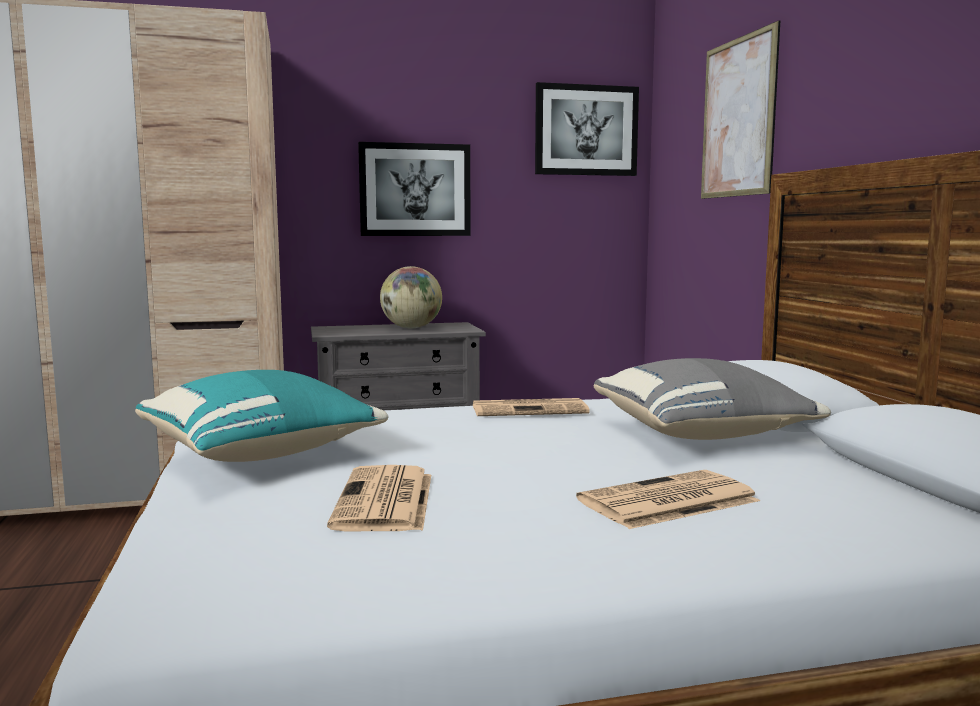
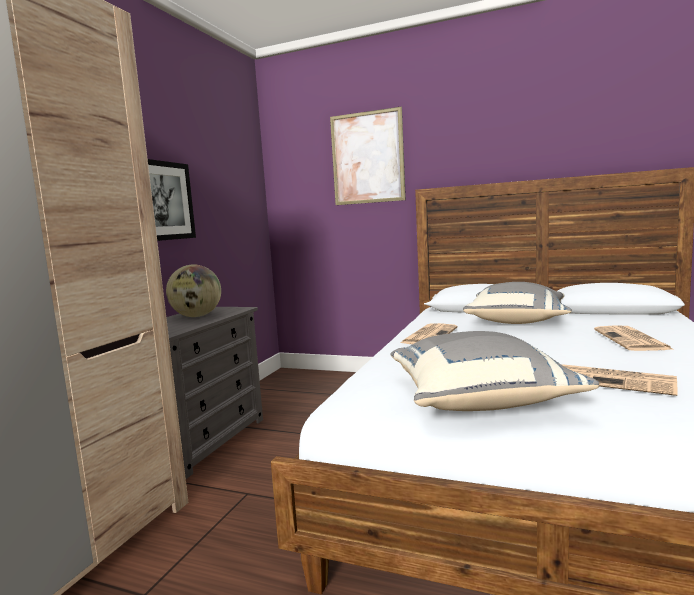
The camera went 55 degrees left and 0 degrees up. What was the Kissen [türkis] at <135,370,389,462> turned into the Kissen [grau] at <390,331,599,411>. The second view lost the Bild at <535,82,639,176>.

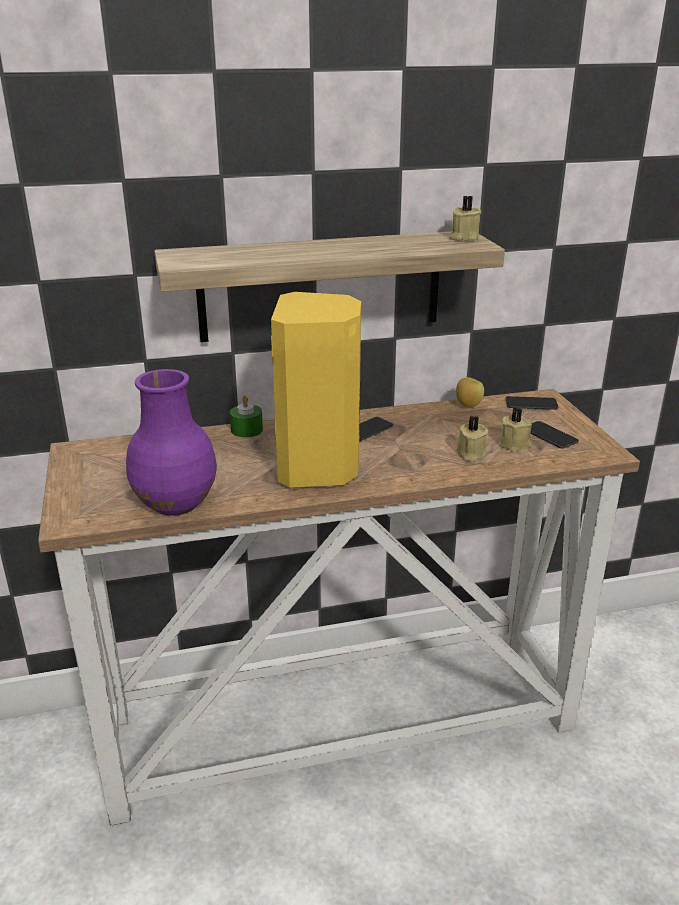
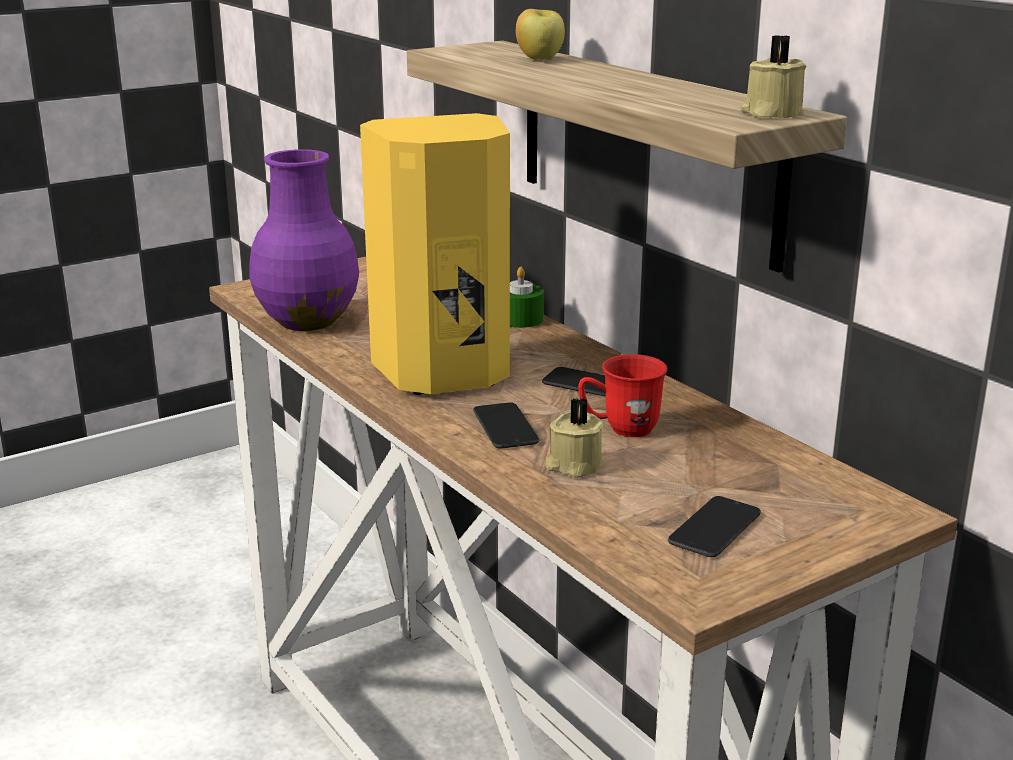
The camera went 70 degrees right and 5 degrees down. The Handy ended up elsewhere, having gone from <505,396,558,410> to <473,402,539,449>. The Apfel ended up elsewhere, having gone from <456,377,484,407> to <516,9,565,59>. The second view gained the Henkelbecher [rot] at <578,354,668,437>. The second view lost the Kerze [beige] at <499,408,532,452>.

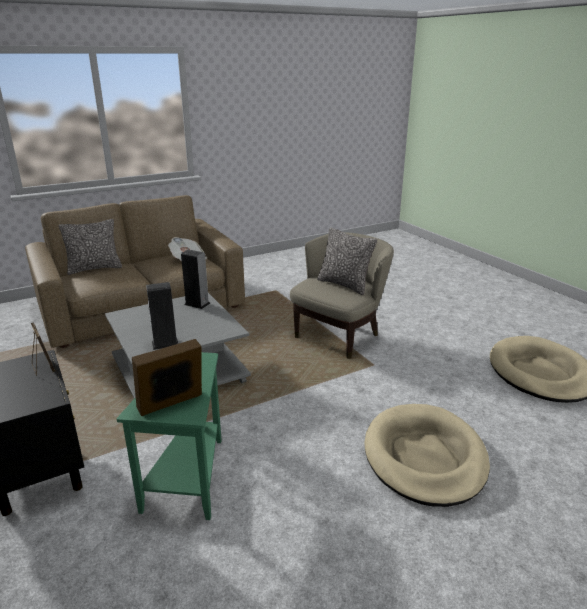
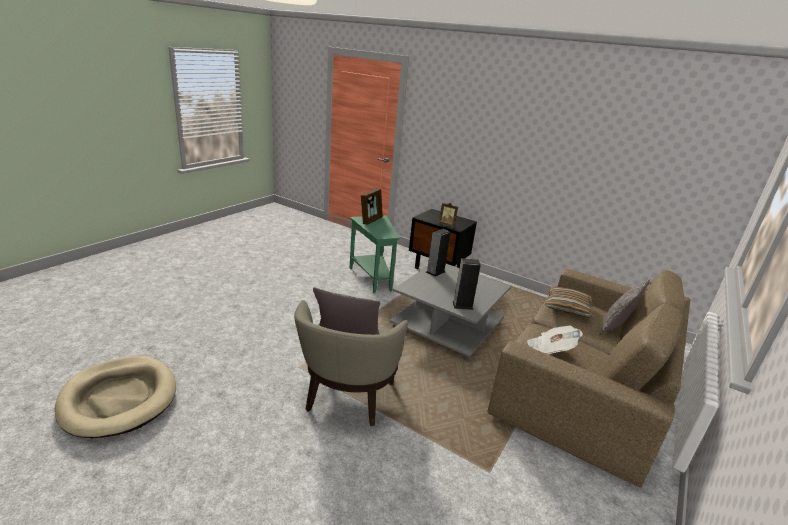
The camera went 150 degrees right and 0 degrees up. The second view gained the Kissen at <545,286,593,318>. The second view lost the Hundebett [beige] at <364,404,490,507>.

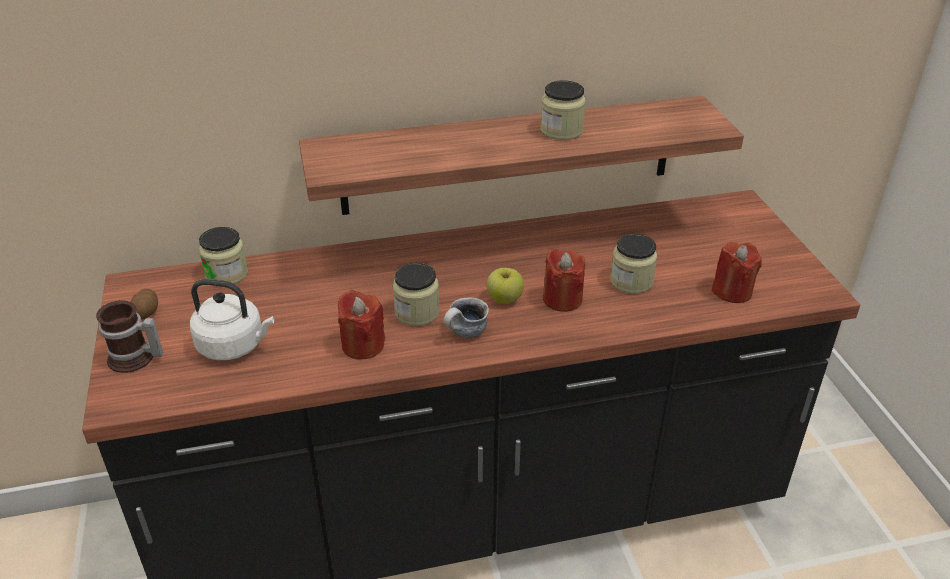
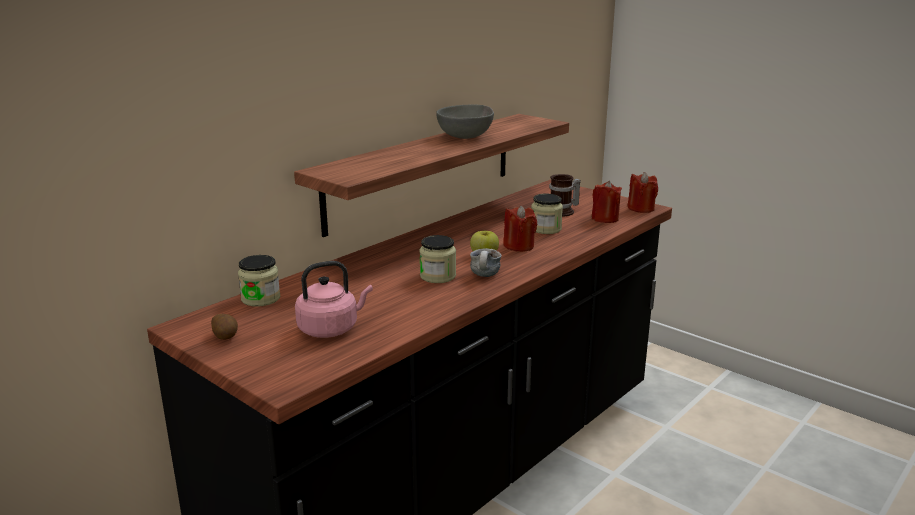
The camera went 35 degrees left and 15 degrees down. What was the Wasserkessel [weiß] at <190,279,274,360> turned into the Wasserkessel [rosa] at <295,261,373,338>. Where the Vorratsglas stood at <541,80,586,140>, the Schüssel [grau] came to stand at <436,105,494,139>. The Henkelbecher ended up elsewhere, having gone from <96,300,163,373> to <549,174,581,217>. The Kerze [rot] ended up elsewhere, having gone from <338,290,385,360> to <628,172,658,213>.

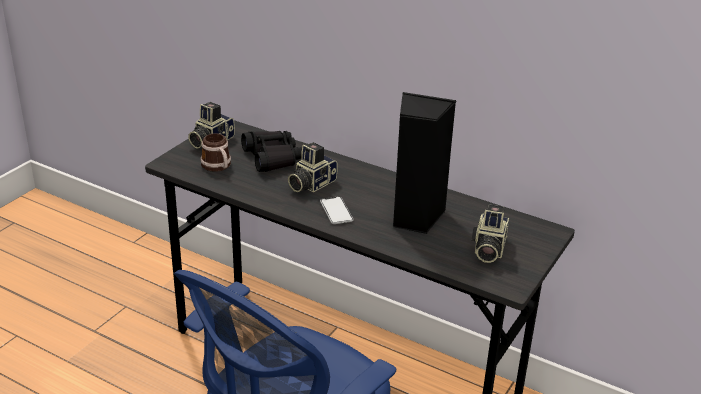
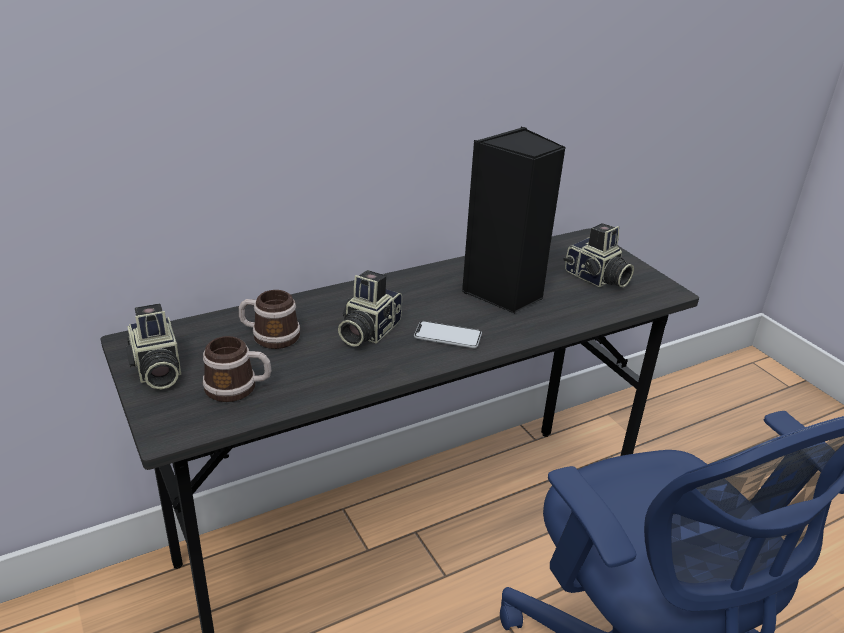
The camera went 60 degrees left and 0 degrees up. Where the Fernglas [schwarz] stood at <241,131,302,172>, the Henkelbecher came to stand at <239,290,300,349>. The Kamera at <288,142,337,193> ended up facing another way, 45 degrees clockwise from before.

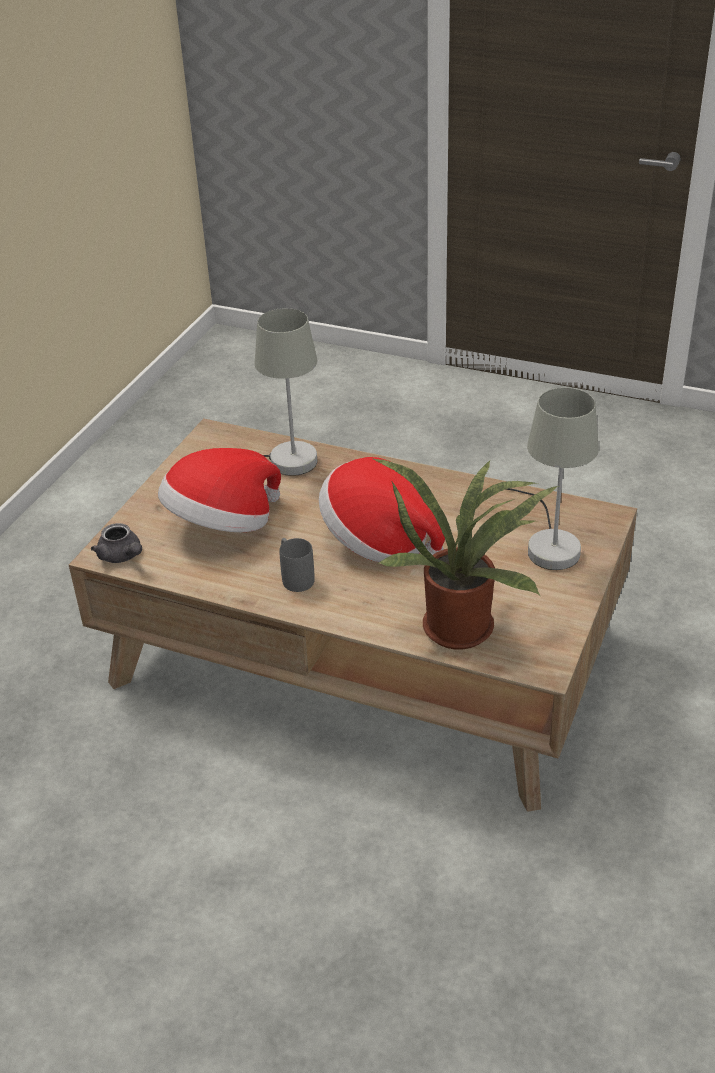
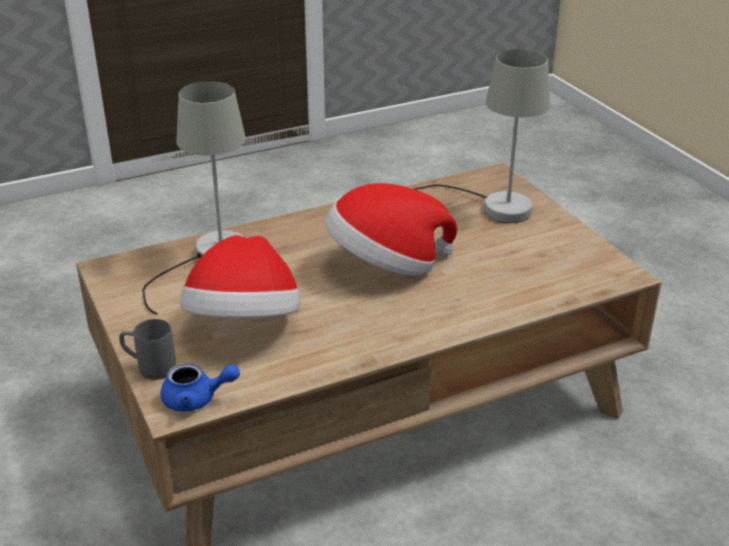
The camera went 50 degrees left and 5 degrees down. The Henkelbecher [grau] ended up elsewhere, having gone from <279,538,315,592> to <119,319,176,380>. What was the Teekanne [grau] at <91,523,142,563> turned into the Teekanne [blau] at <161,363,240,412>. The second view lost the Topfpflanze at <374,459,559,649>.

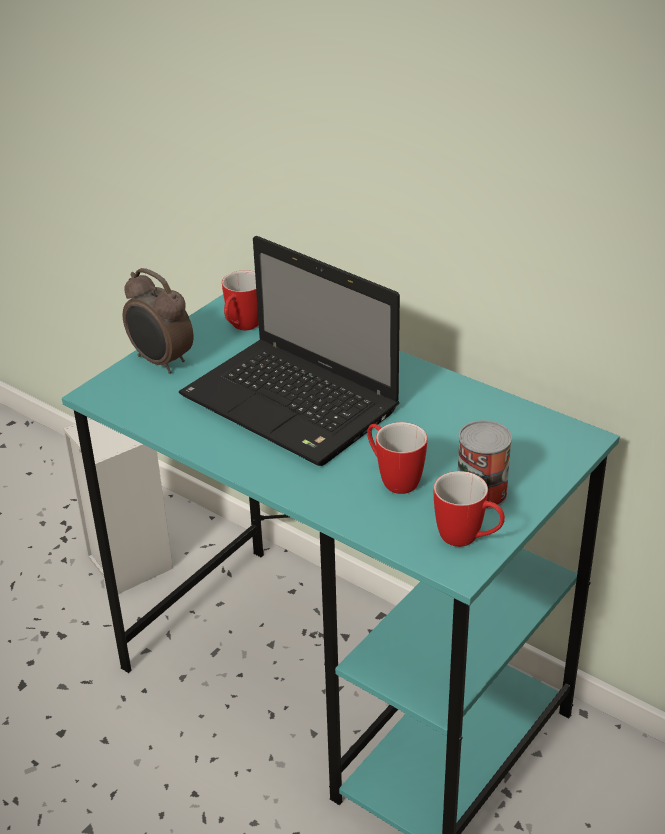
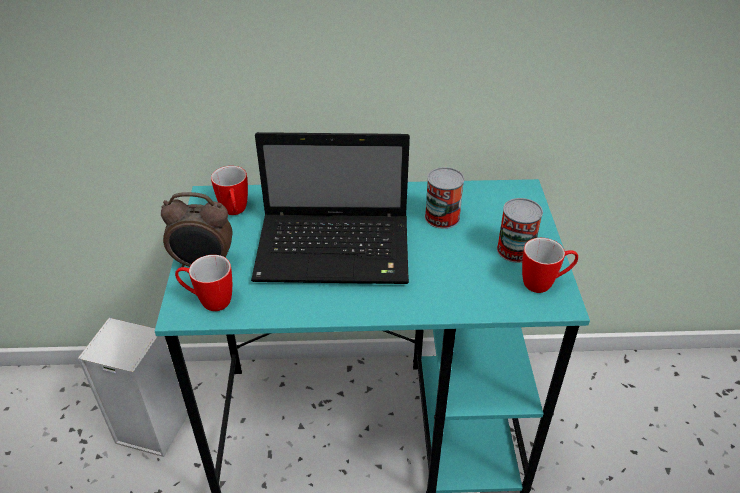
The camera went 40 degrees left and 5 degrees up. The Henkelbecher ended up elsewhere, having gone from <367,422,427,494> to <175,255,232,311>. The second view gained the Dose at <425,167,464,229>.

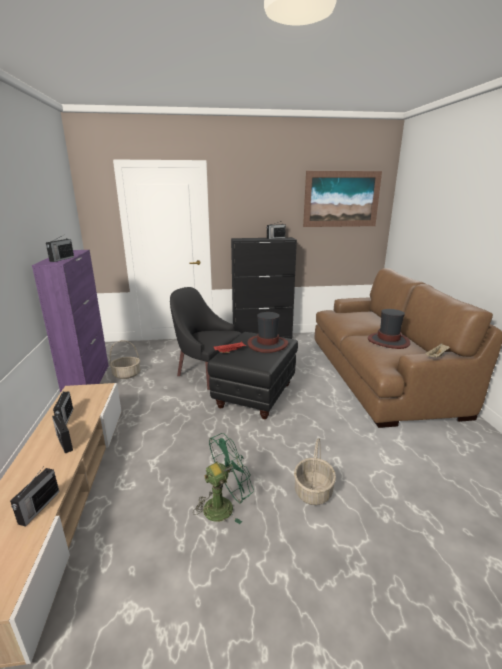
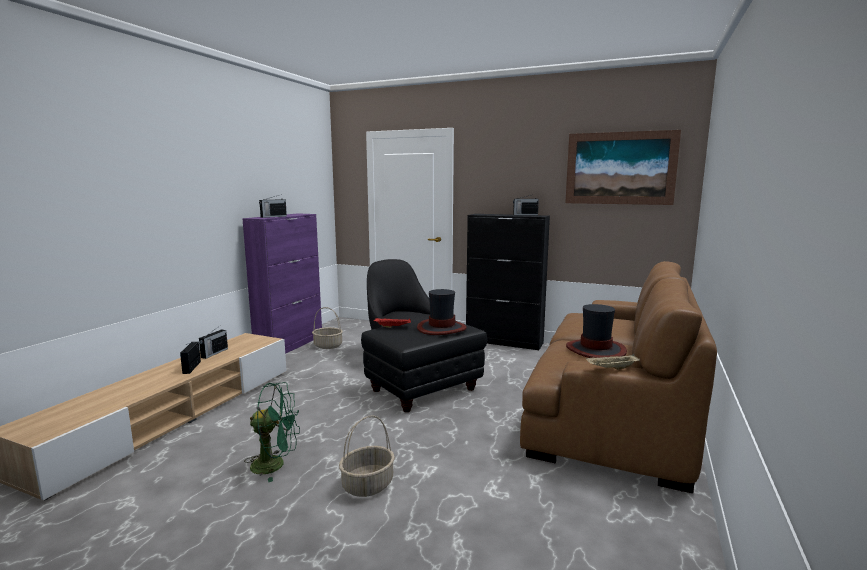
The camera went 30 degrees right and 10 degrees down. The second view lost the Radio at <10,468,59,527>.

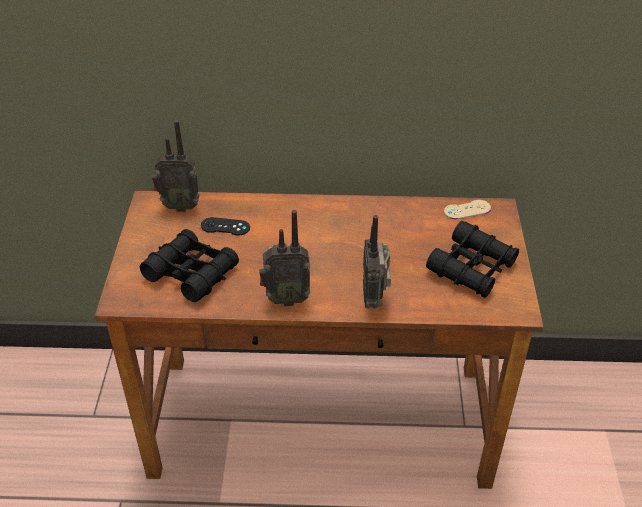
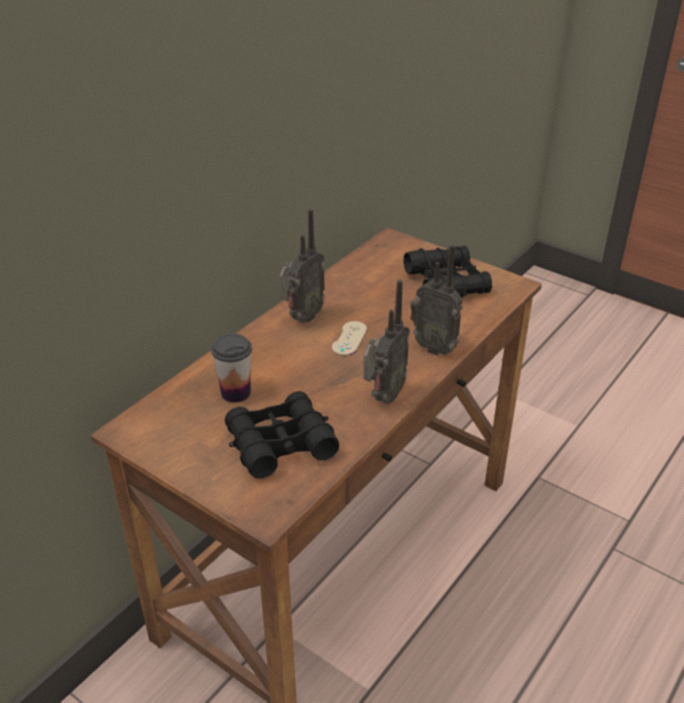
The camera went 55 degrees left and 5 degrees down. Where the Gamepad [schwarz] stood at <201,217,250,236>, the Tasse came to stand at <211,333,252,403>. The Radio ended up elsewhere, having gone from <152,120,200,212> to <279,208,325,323>. The Gamepad [beige] ended up elsewhere, having gone from <444,200,491,219> to <332,321,367,356>.

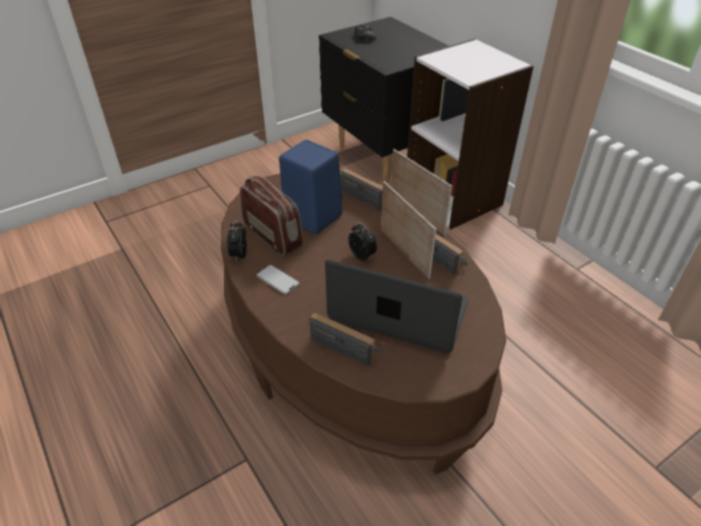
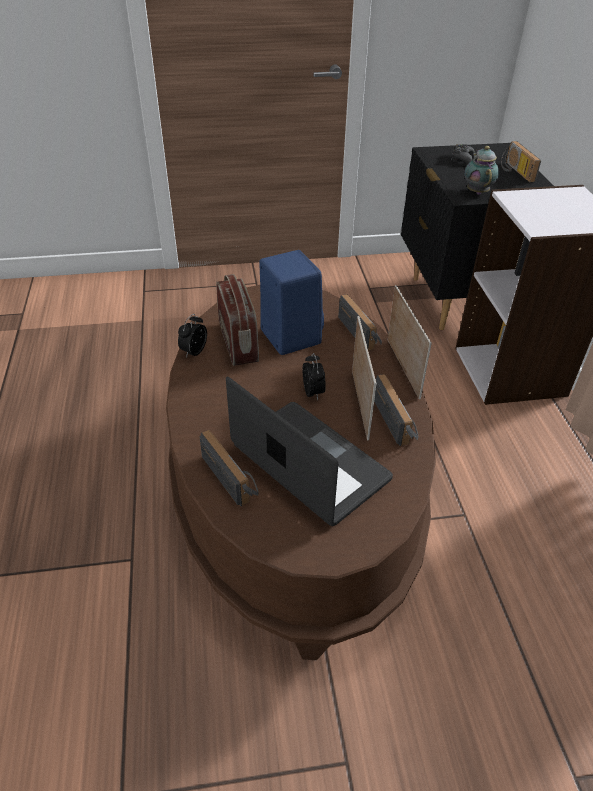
The camera went 25 degrees right and 0 degrees up. The second view gained the Teekanne at <464,146,499,195>. The second view gained the Radio at <501,141,541,182>. The second view lost the Handy at <257,265,299,295>.

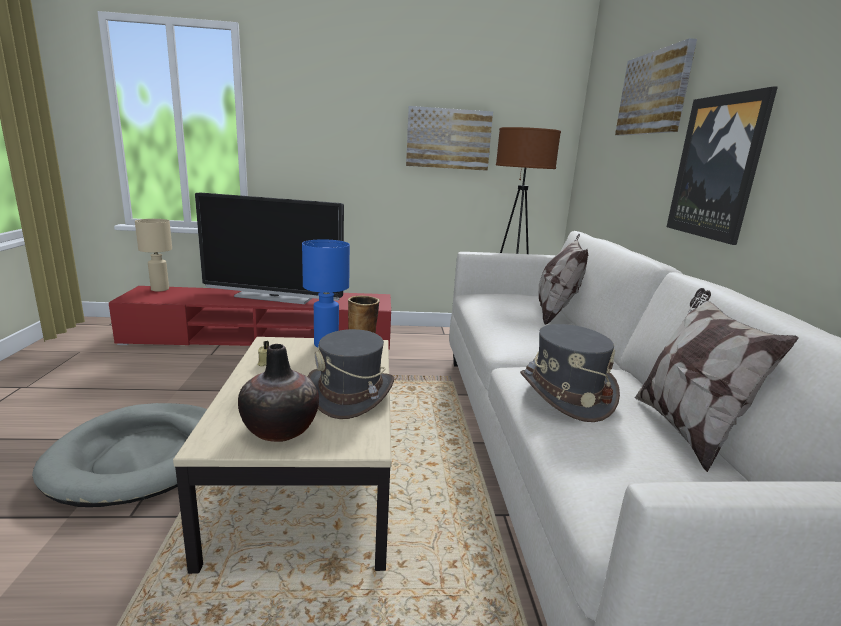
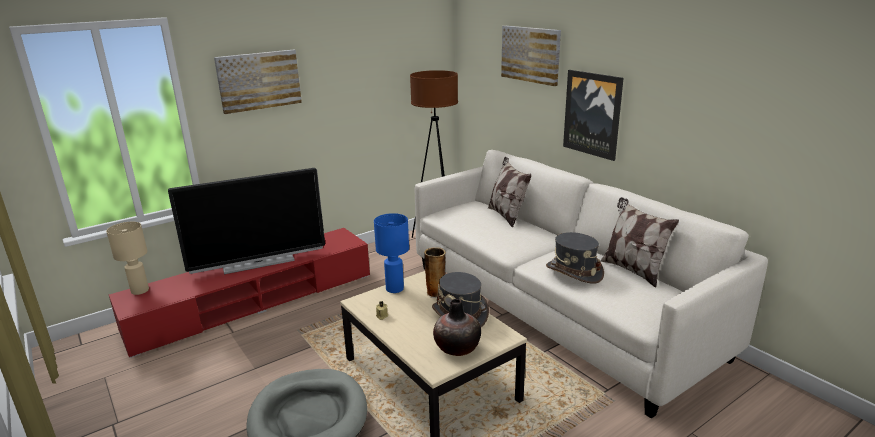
The camera went 30 degrees left and 5 degrees up. The Bild ended up elsewhere, having gone from <406,106,493,171> to <214,50,302,114>.

